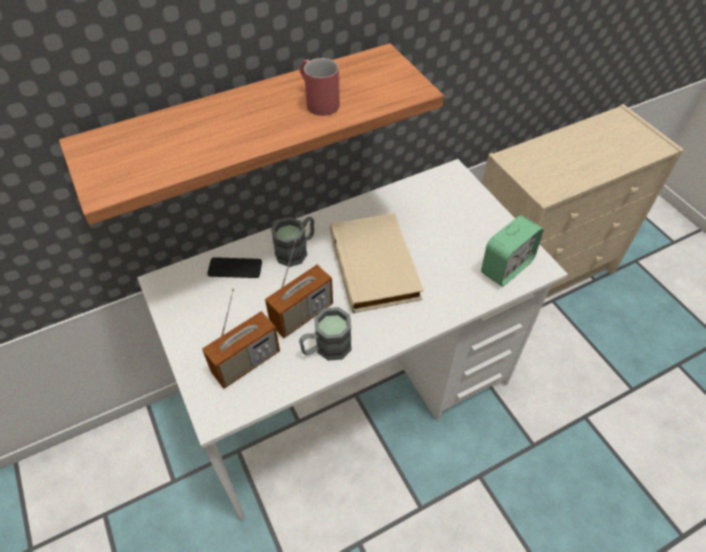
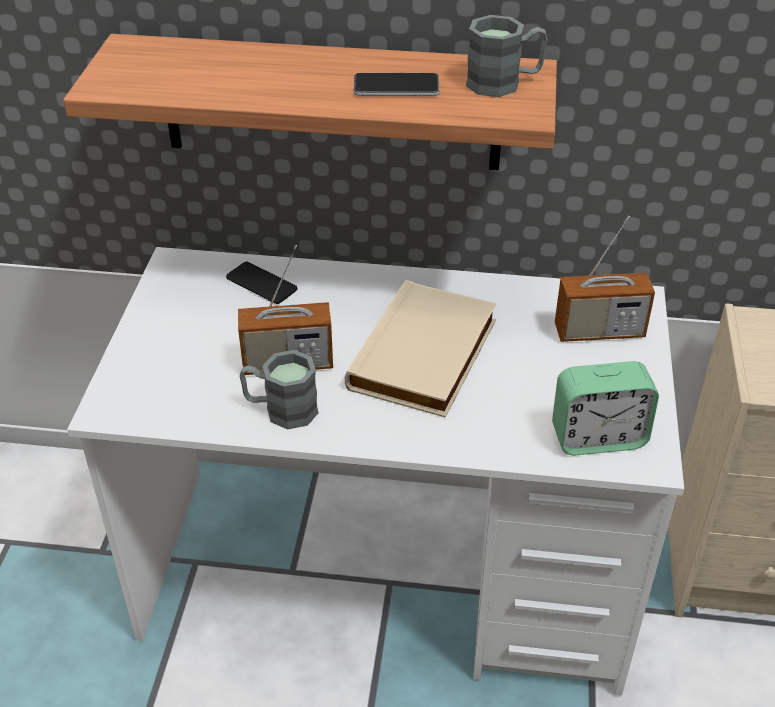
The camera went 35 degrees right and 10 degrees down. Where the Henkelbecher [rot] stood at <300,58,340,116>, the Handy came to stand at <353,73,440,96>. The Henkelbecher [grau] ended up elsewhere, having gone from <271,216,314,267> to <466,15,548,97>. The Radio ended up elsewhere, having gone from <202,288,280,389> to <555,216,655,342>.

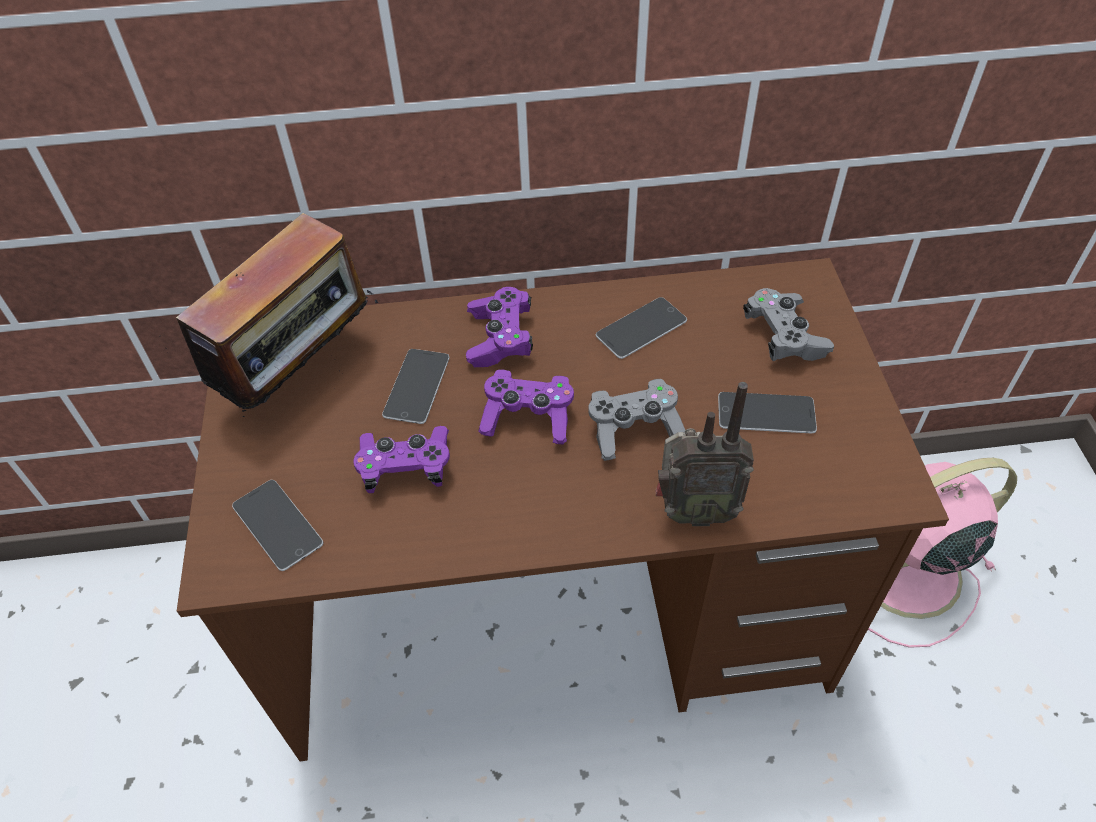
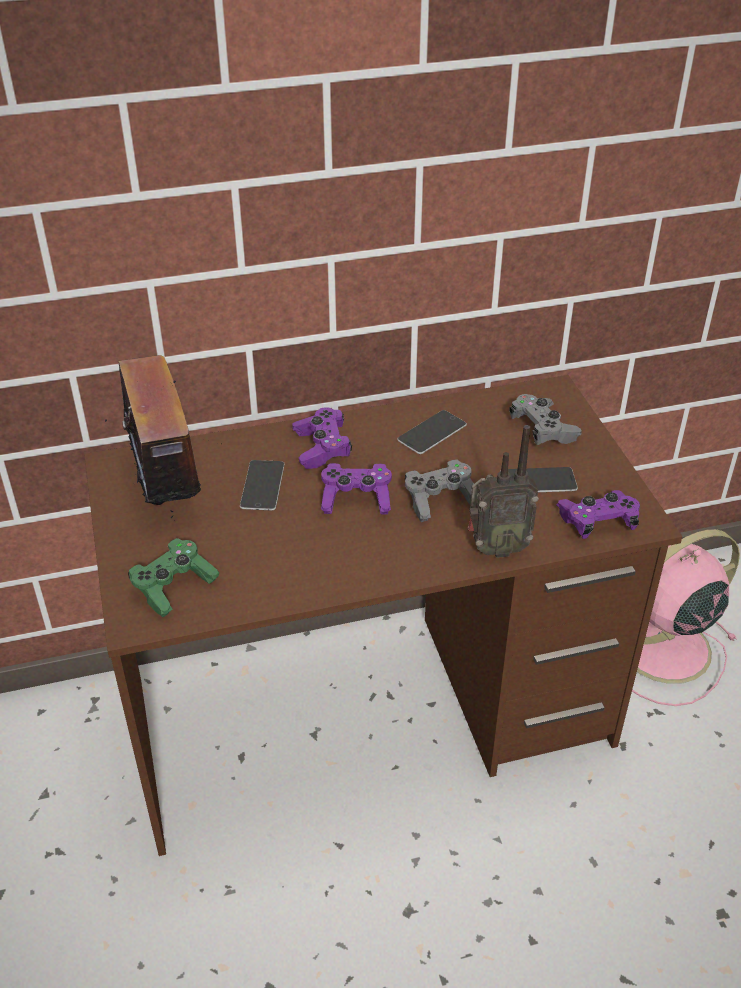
The camera went 10 degrees left and 10 degrees down. The Radio at <160,213,378,417> ended up facing another way, 45 degrees counterclockwise from before. Where the Handy stood at <232,480,323,571>, the Gamepad [grün] came to stand at <128,538,219,617>. The Gamepad [lila] ended up elsewhere, having gone from <353,426,450,493> to <557,490,640,539>.

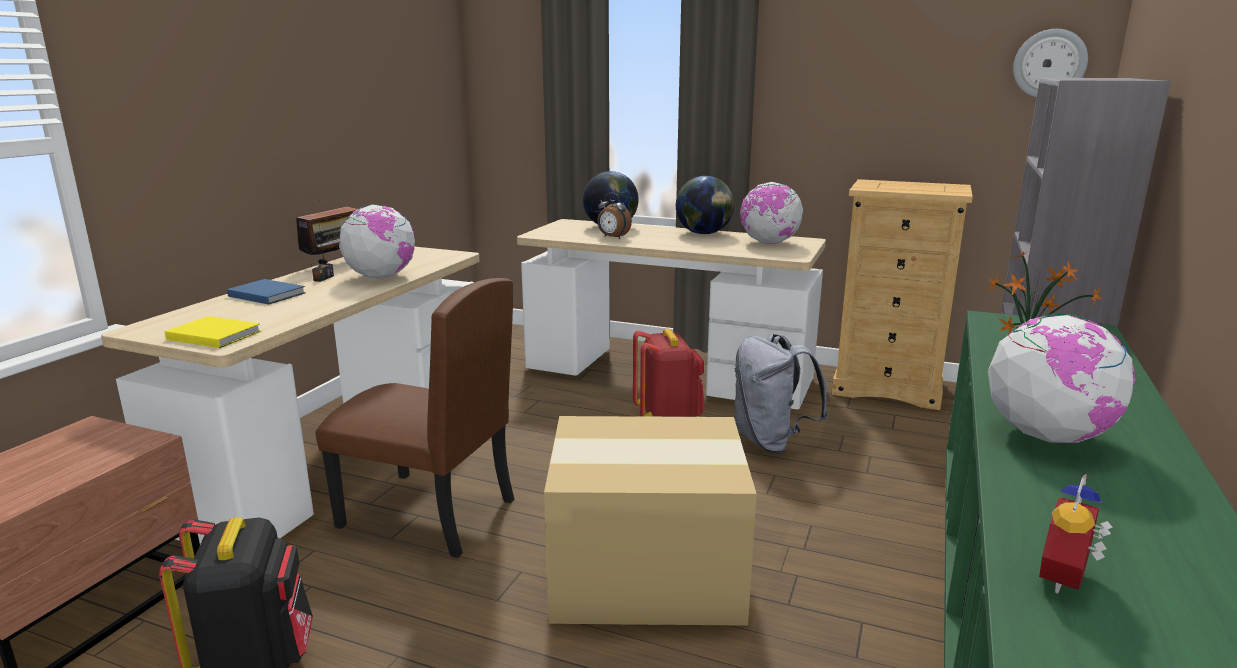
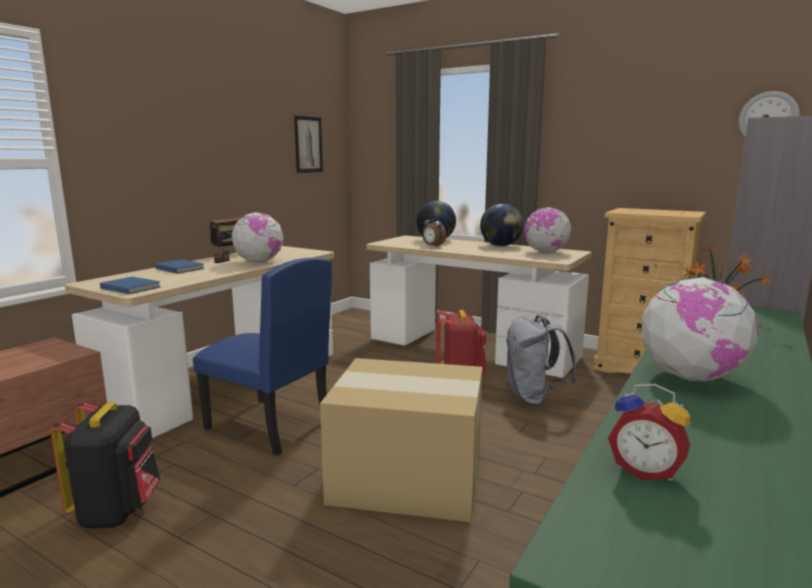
The camera went 10 degrees right and 5 degrees down. What was the Buch [gelb] at <165,316,261,348> turned into the Buch [blau] at <100,277,161,294>. What was the Stuhl [braun] at <315,278,514,558> turned into the Stuhl [blau] at <193,258,332,456>. The second view gained the Bild at <294,115,323,173>. The Wecker at <1039,474,1113,594> ended up facing another way, 105 degrees counterclockwise from before.

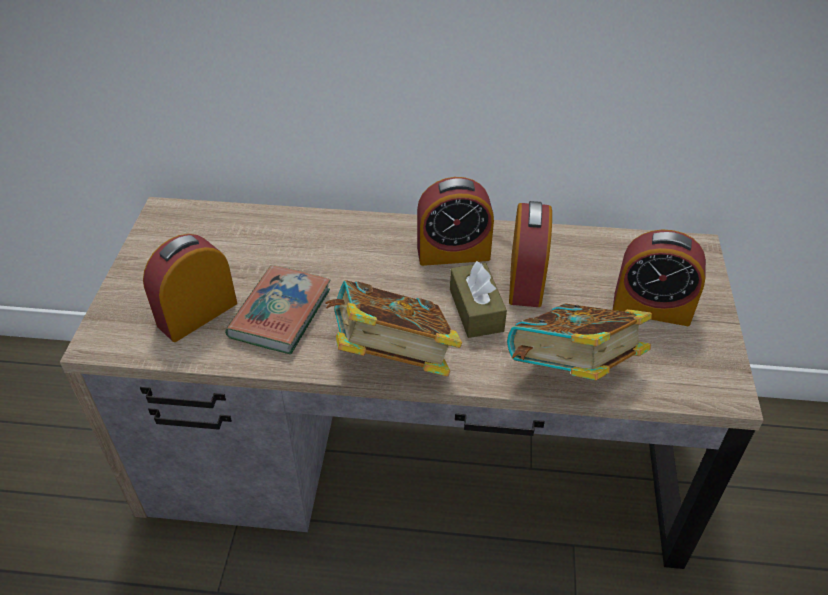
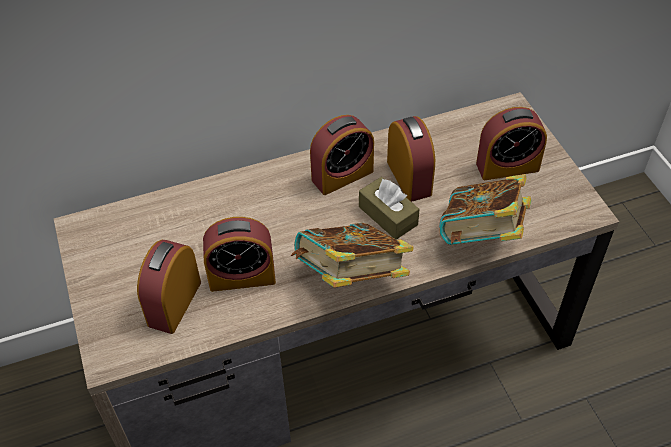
The camera went 25 degrees left and 5 degrees up. Where the Buch stood at <225,265,331,354>, the Wecker came to stand at <203,217,276,292>.

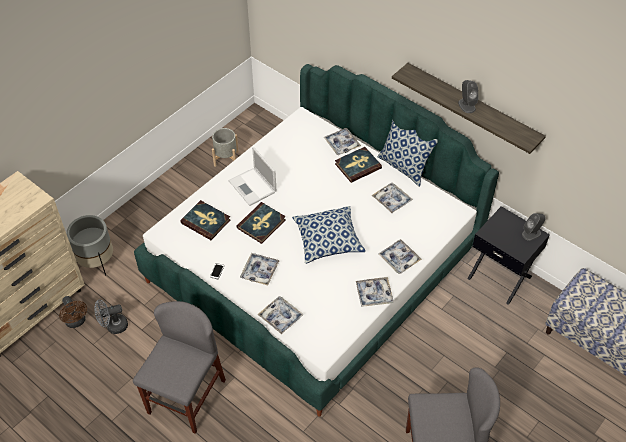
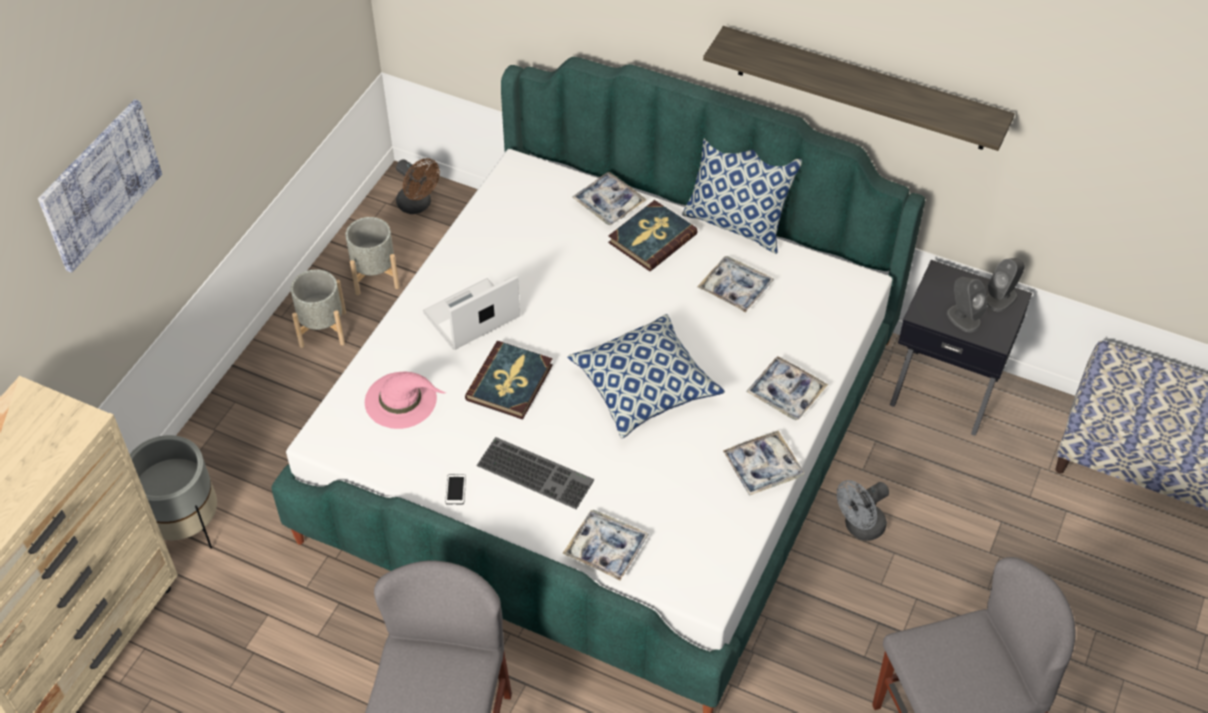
The camera went 15 degrees left and 0 degrees up. The second view gained the Bild at <38,99,162,273>. The second view gained the Pflanzkübel [grau] at <291,269,346,348>. Where the Buch stood at <180,200,230,240>, the Hut [rosa] came to stand at <365,372,446,429>. The Ventilator [braun] ended up elsewhere, having gone from <59,296,87,328> to <396,158,440,214>. The Laptop at <229,147,276,206> ended up facing another way, 105 degrees clockwise from before. Where the Tablett stood at <240,253,279,286>, the Tastatur came to stand at <476,437,594,509>. The Ventilator [grau] ended up elsewhere, having gone from <94,299,128,334> to <837,480,889,541>. The Lautsprecher [grau] ended up elsewhere, having gone from <458,80,479,113> to <947,277,987,332>.

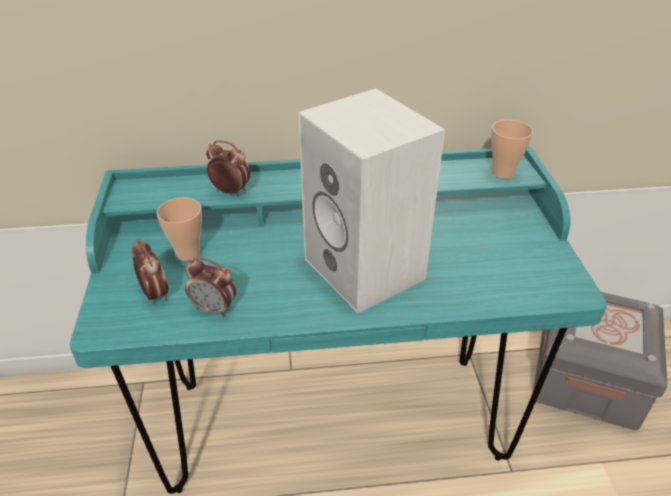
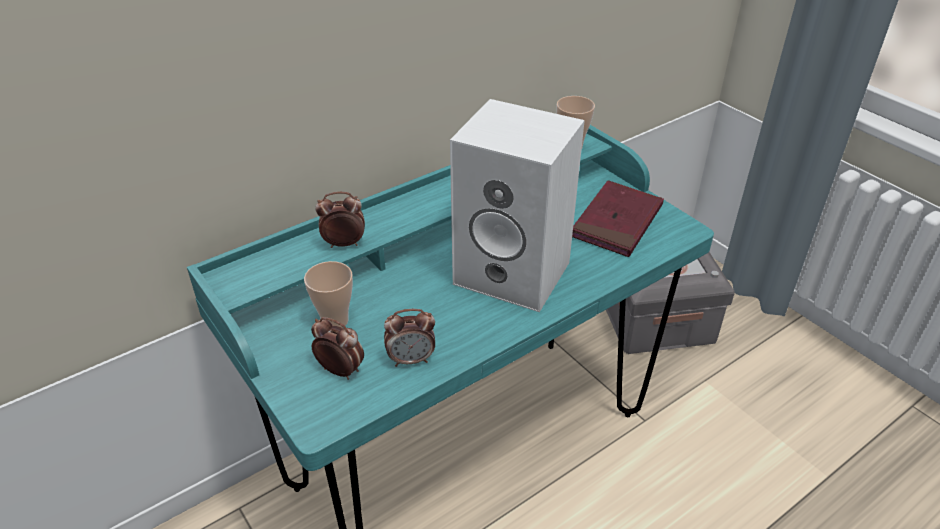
The camera went 30 degrees left and 0 degrees up. The second view gained the Buch [rot] at <572,180,664,257>.

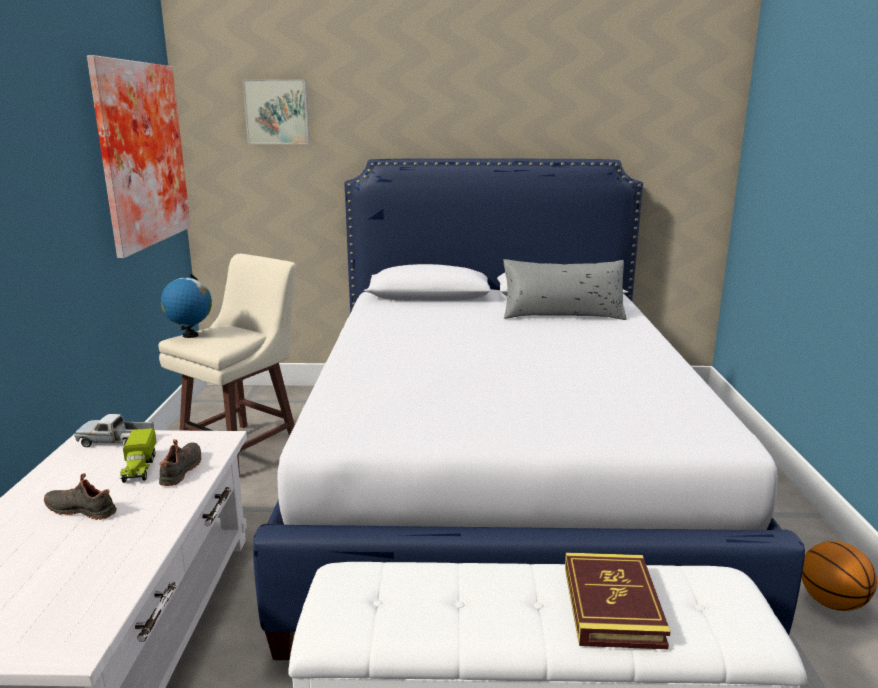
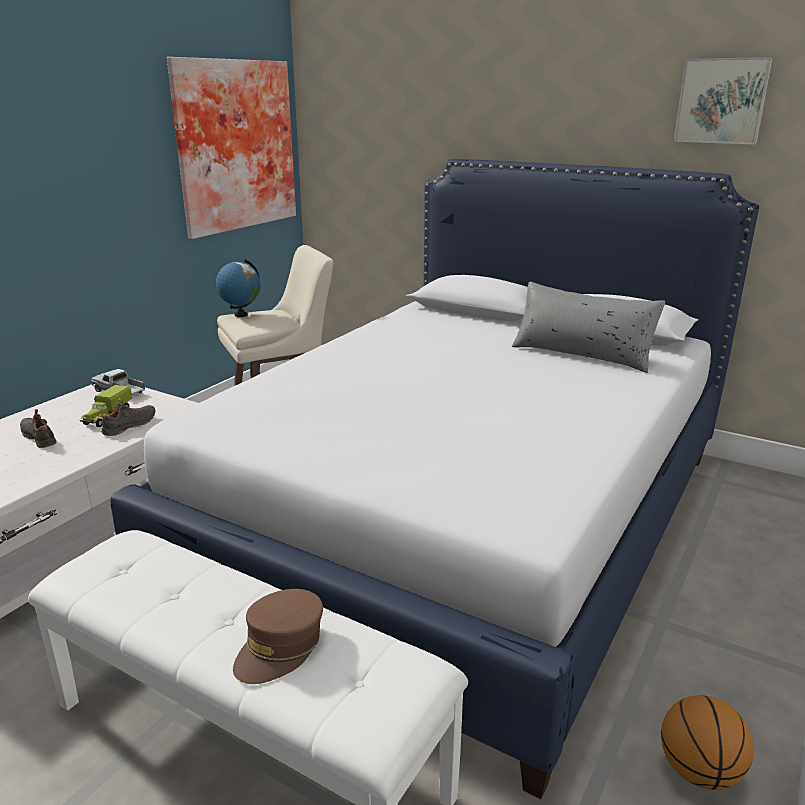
The camera went 30 degrees right and 5 degrees up. Where the Buch stood at <565,553,671,649>, the Kappe [braun] came to stand at <233,589,323,684>. The Bild ended up elsewhere, having gone from <242,79,310,144> to <674,57,773,145>.

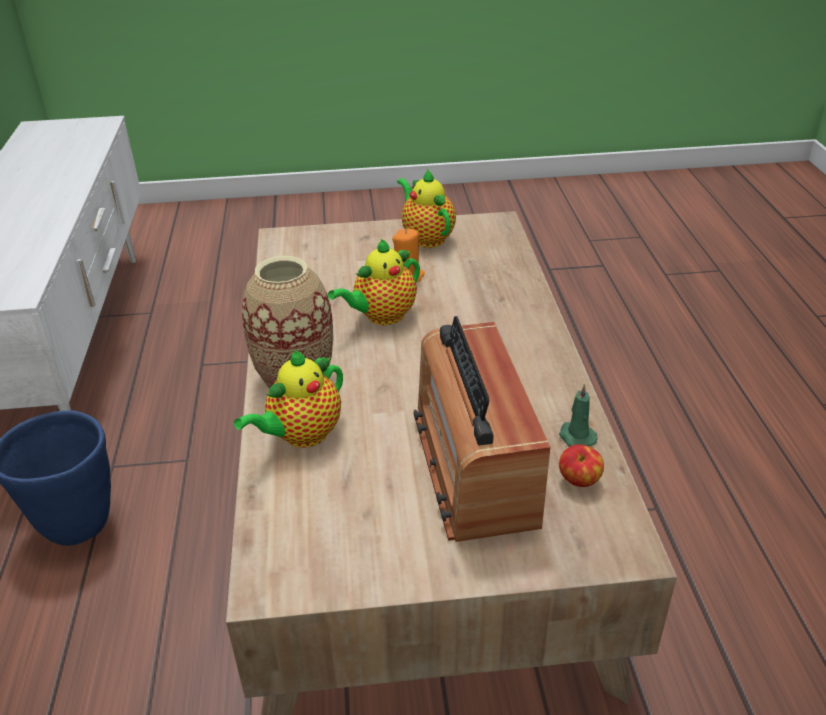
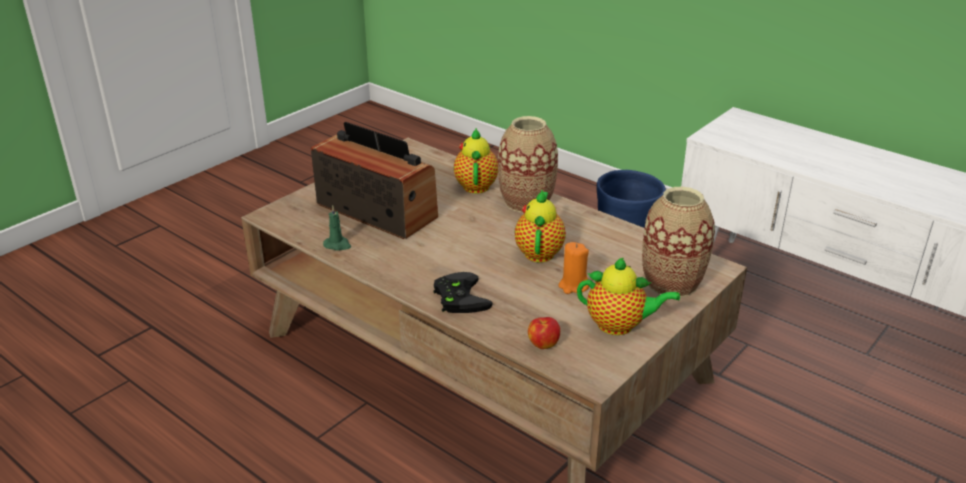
The camera went 135 degrees right and 5 degrees down. The second view gained the Gamepad [schwarz] at <433,272,493,313>. The Apfel ended up elsewhere, having gone from <559,444,604,487> to <528,317,560,349>. The second view gained the Vase at <642,187,715,297>.

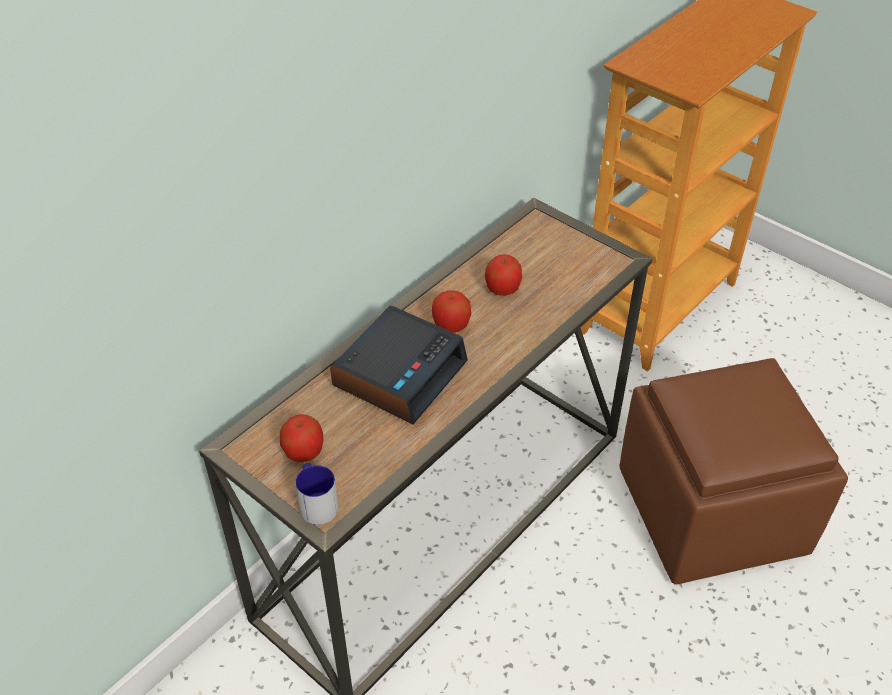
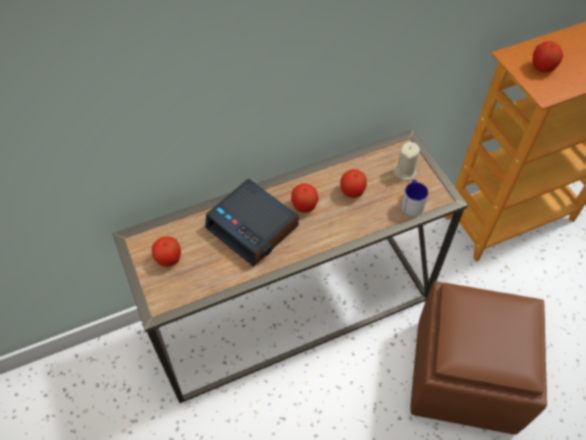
The camera went 25 degrees right and 10 degrees up. The Wecker at <330,306,468,424> ended up facing another way, 75 degrees clockwise from before. The second view gained the Kerze [beige] at <393,142,420,181>. The Henkelbecher ended up elsewhere, having gone from <295,463,339,525> to <401,180,428,217>. The second view gained the Apfel at <533,41,563,72>.

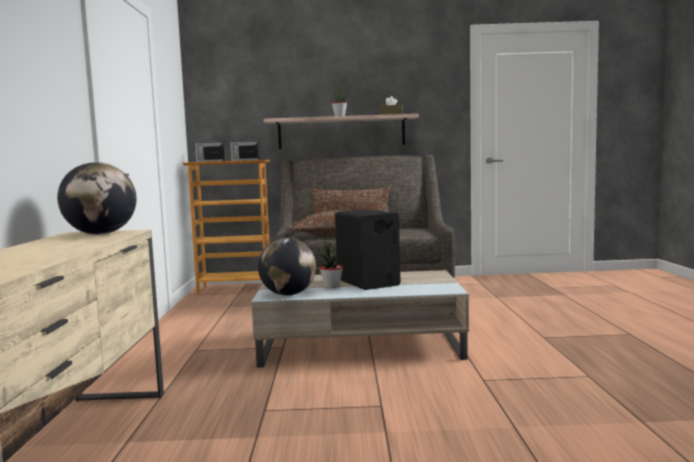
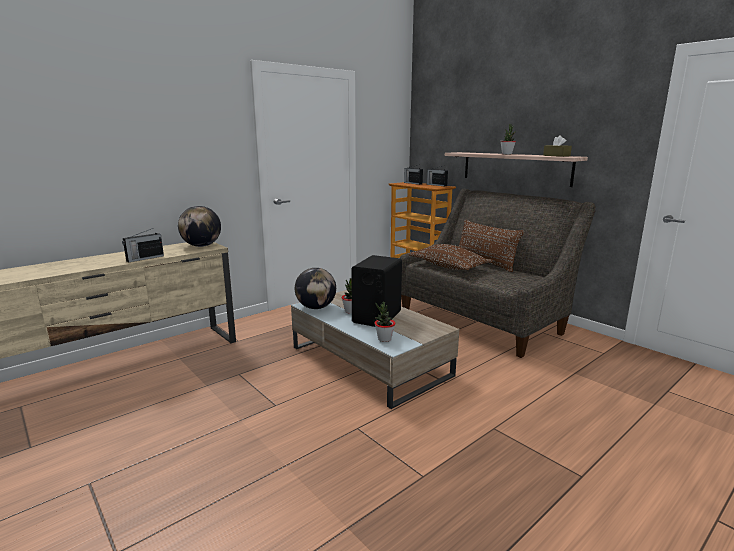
The camera went 50 degrees right and 10 degrees up. The second view gained the Radio at <122,228,164,262>. The second view gained the Topfpflanze at <375,302,395,342>.

